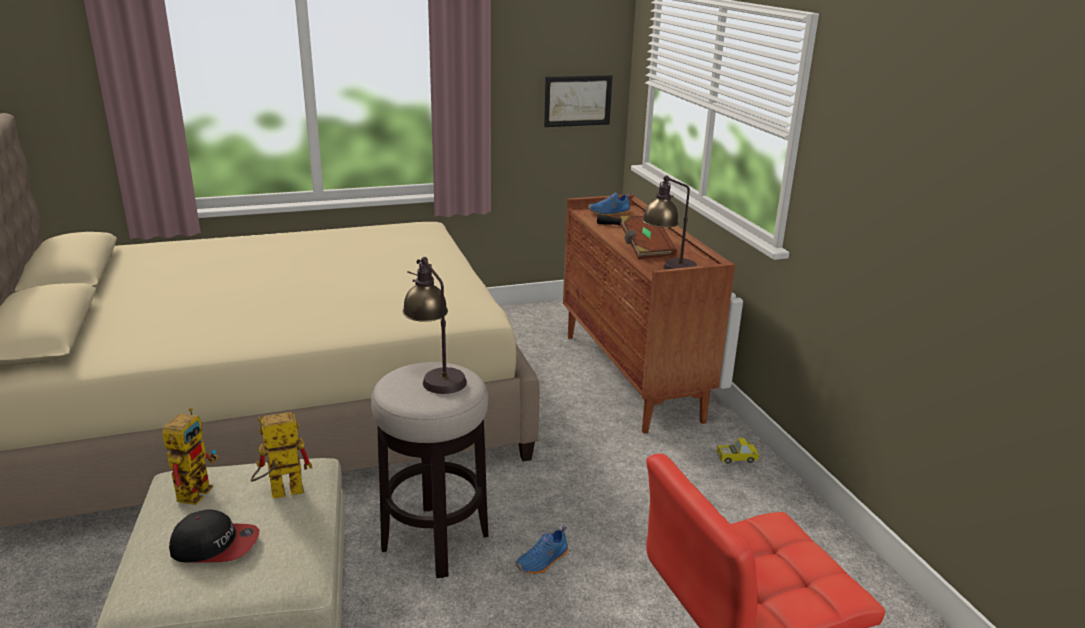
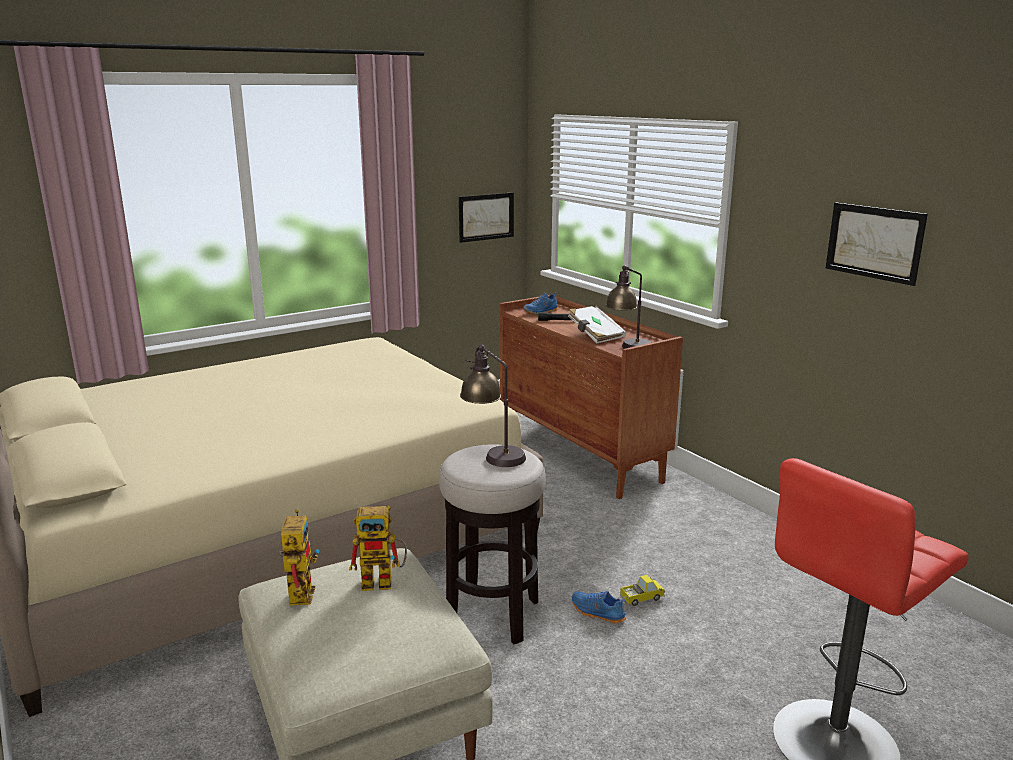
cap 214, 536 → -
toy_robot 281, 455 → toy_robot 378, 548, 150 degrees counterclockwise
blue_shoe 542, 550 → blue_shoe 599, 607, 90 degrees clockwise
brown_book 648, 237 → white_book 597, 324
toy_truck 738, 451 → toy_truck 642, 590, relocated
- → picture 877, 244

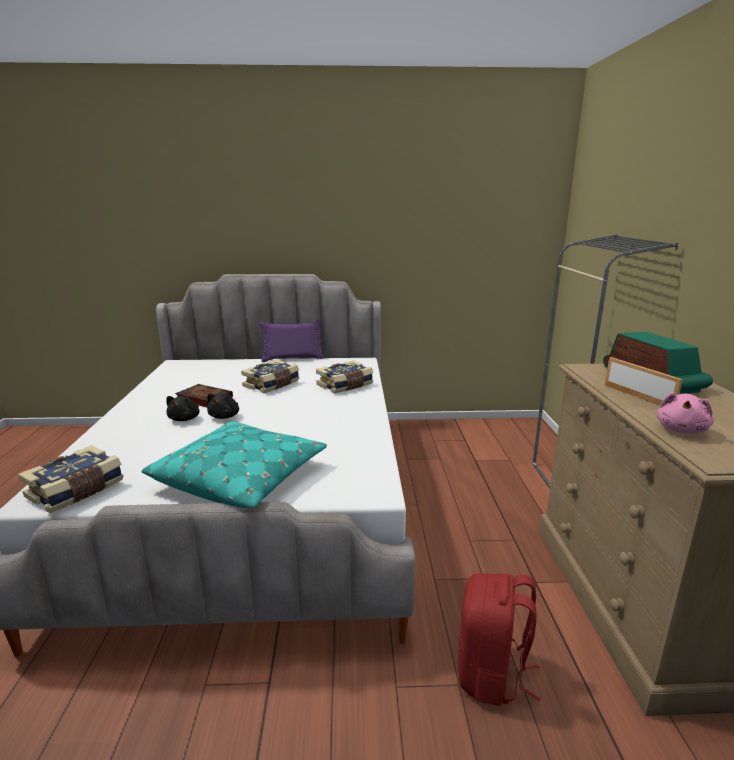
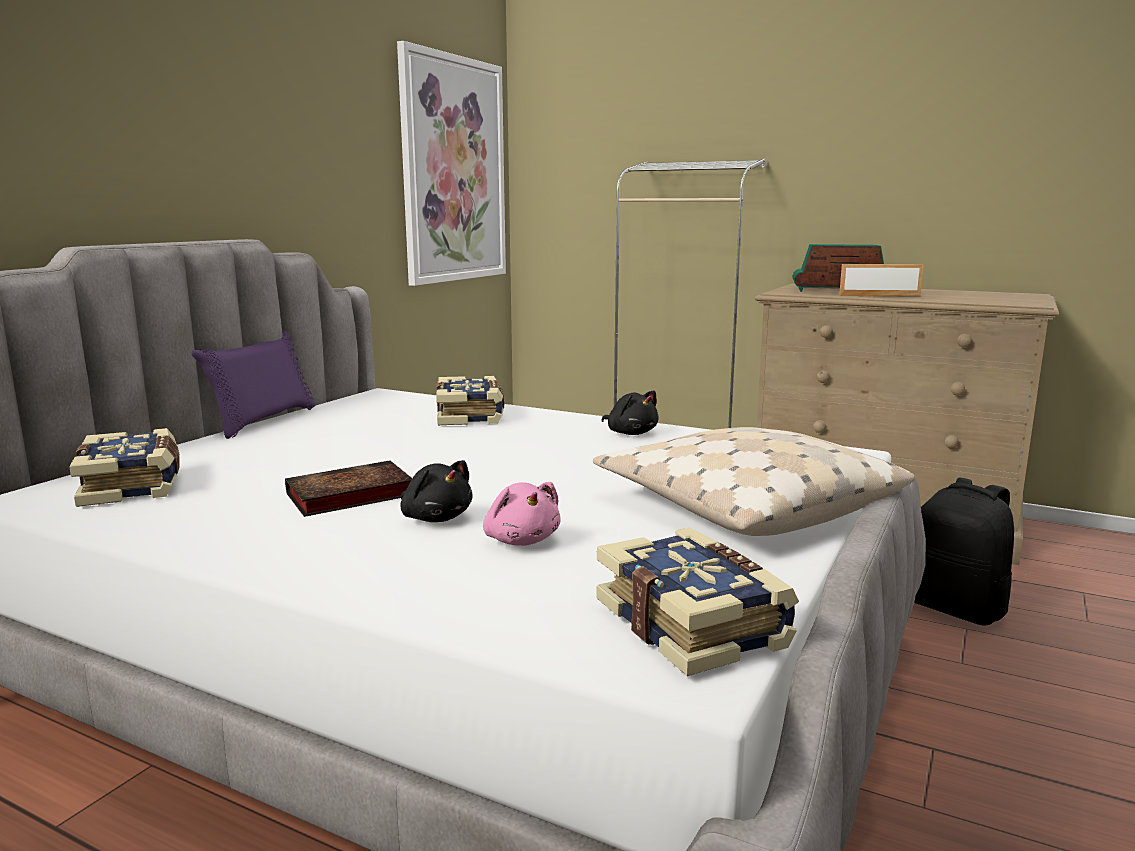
turquoise_pillow 234, 464 → beige_pillow 754, 481
black_plush_toy 223, 406 → black_plush_toy 630, 413, relocated
book 270, 376 → book 124, 467, relocated
red_backpack 499, 639 → black_backpack 964, 552
pink_plush_toy 685, 413 → pink_plush_toy 521, 514, relocated
- → picture 451, 163

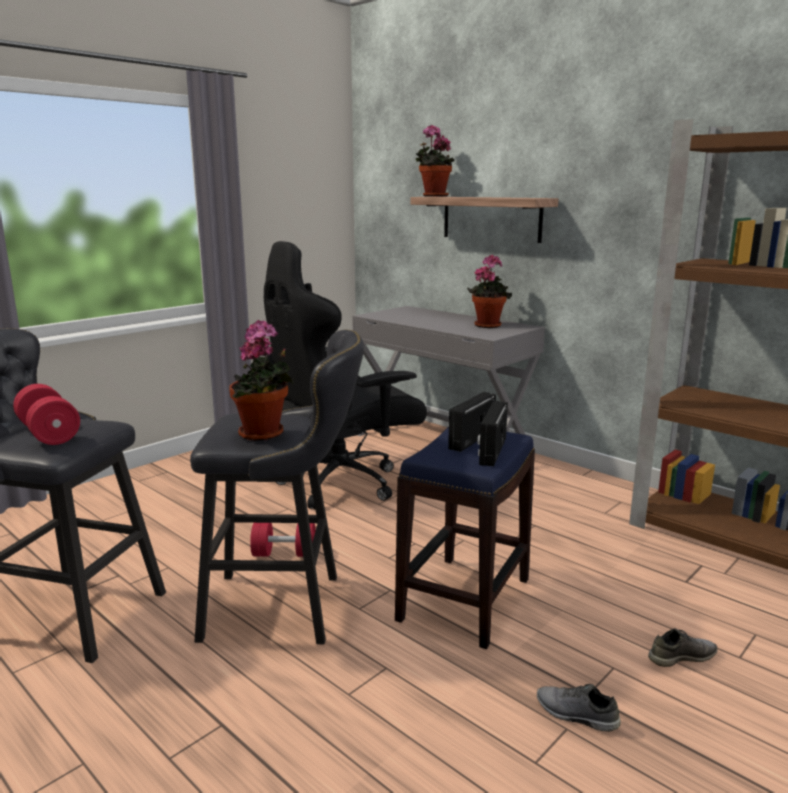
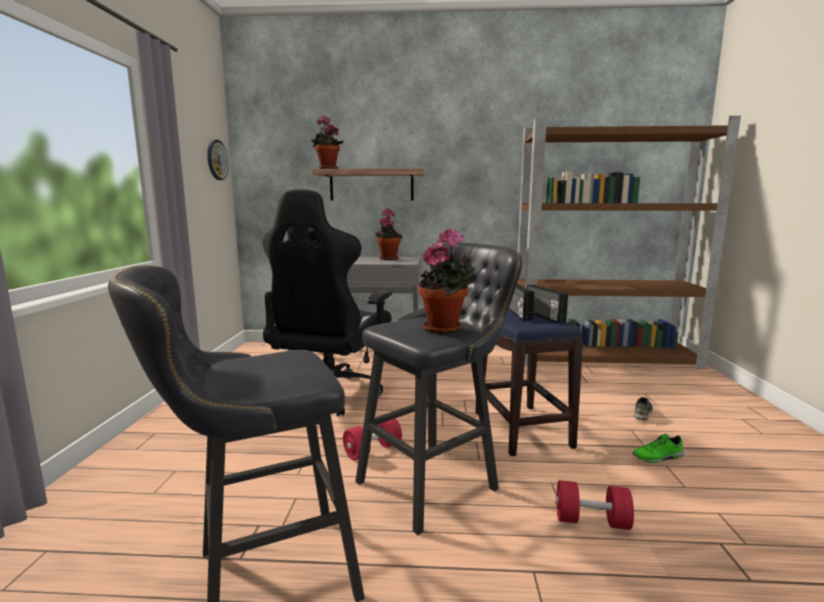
red_dumbbell 46, 414 → red_dumbbell 594, 505, relocated
grey_shoe 579, 708 → green_shoe 658, 448
- → wall_clock 218, 160

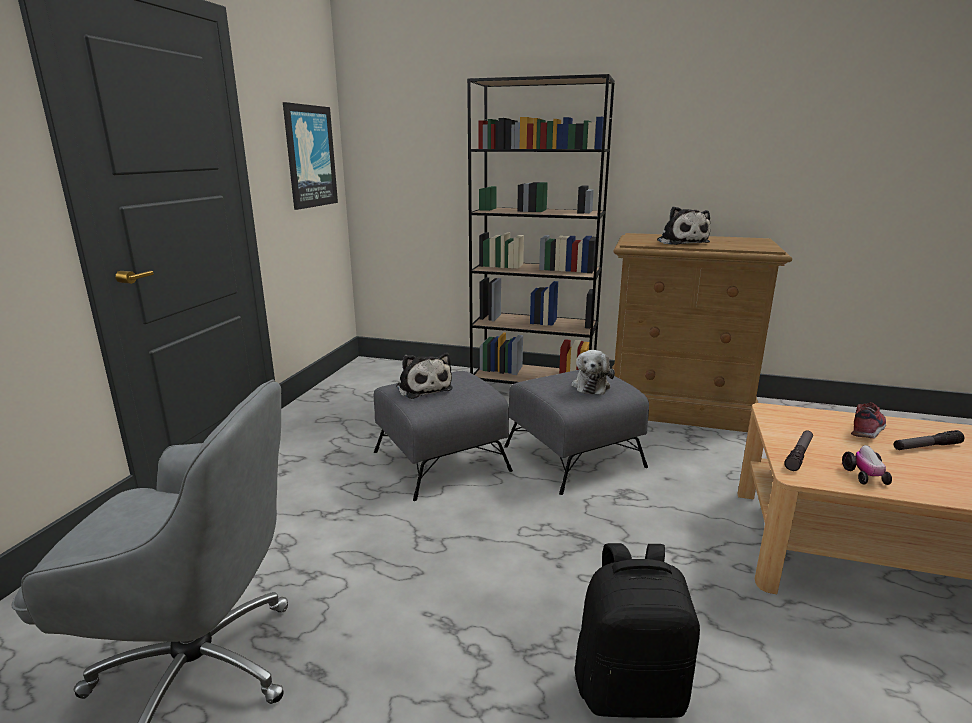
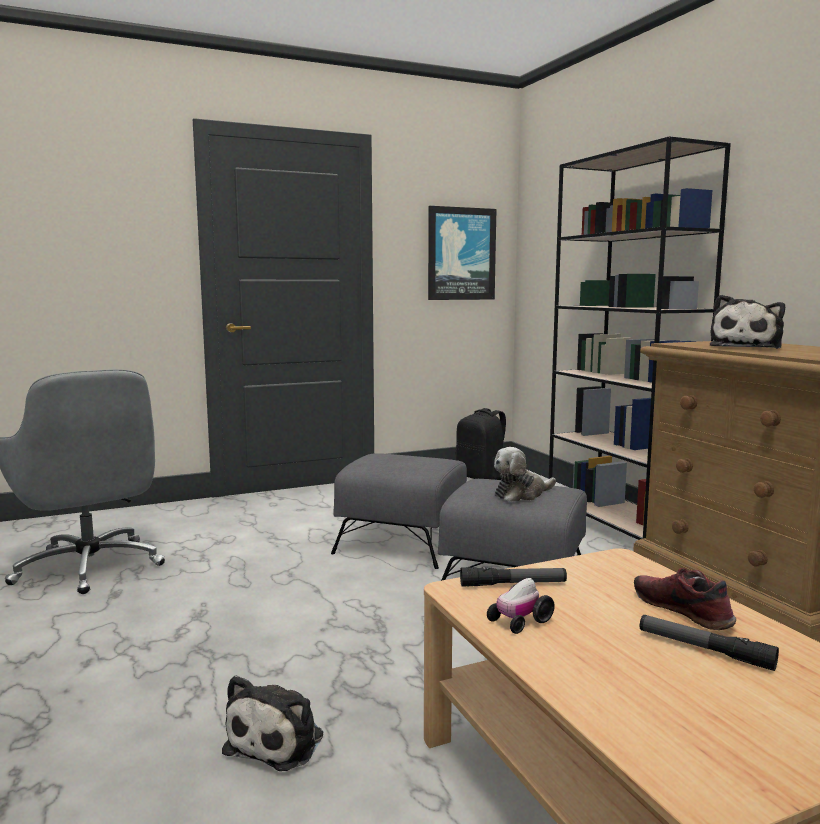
plush_toy 424, 376 → plush_toy 272, 723, relocated
black_backpack 637, 630 → black_backpack 481, 444, relocated
shoe 868, 420 → shoe 685, 599, 120 degrees counterclockwise

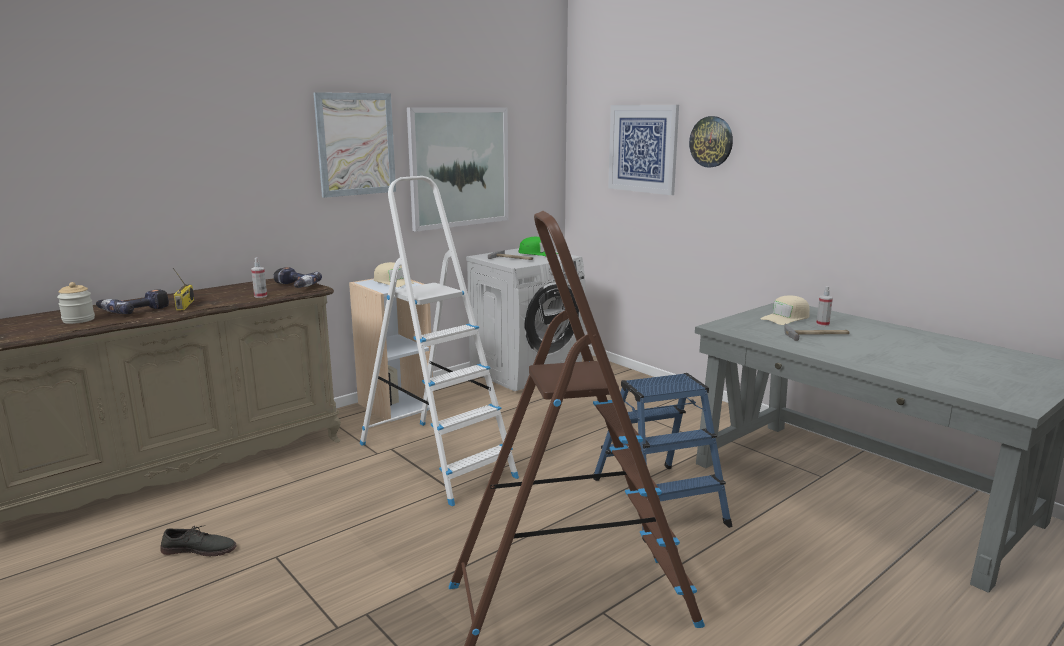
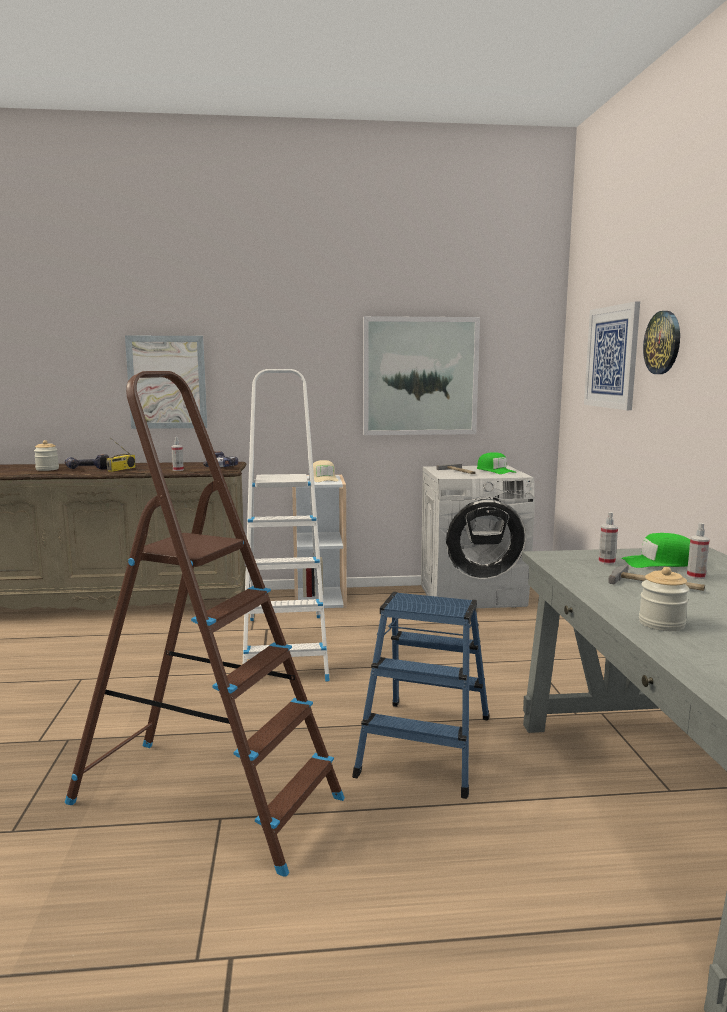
grey_shoe 198, 540 → -
picture 354, 145 → picture 166, 382, relocated
beige_cap 785, 310 → green_cap 655, 550
- → spray_bottle 608, 538
- → jar 664, 599

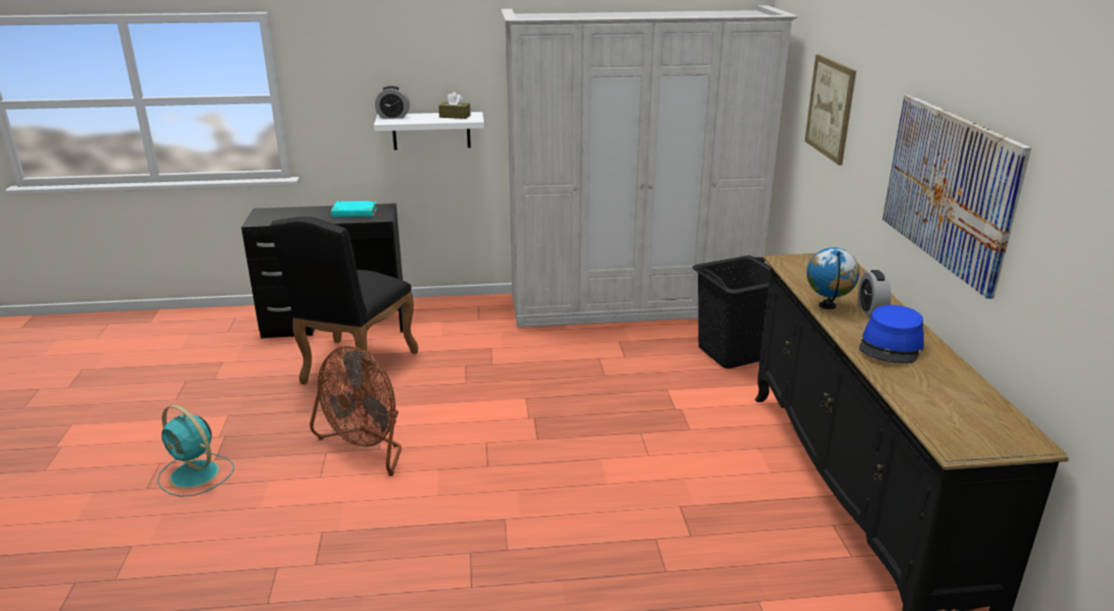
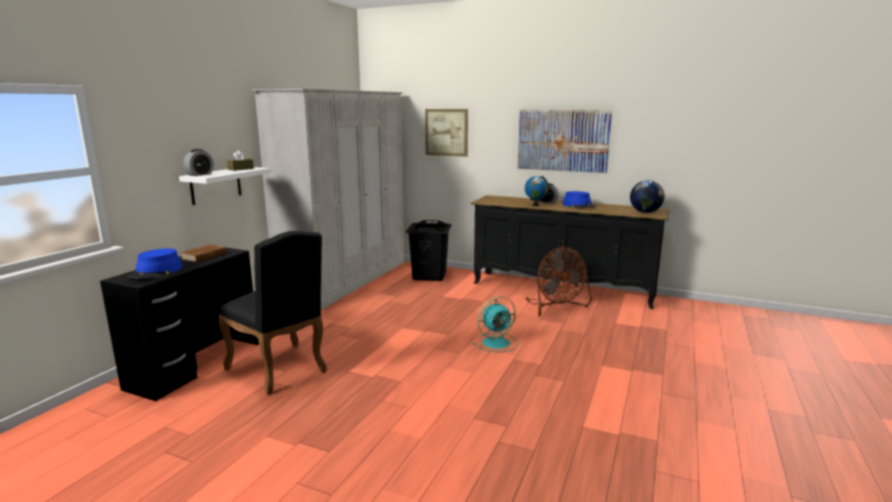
turquoise_fan 195, 451 → turquoise_fan 495, 324, relocated
brown_fan 356, 411 → brown_fan 558, 281, relocated
turquoise_book 356, 209 → brown_book 204, 253
- → blue_hat 154, 263
- → globe 647, 196

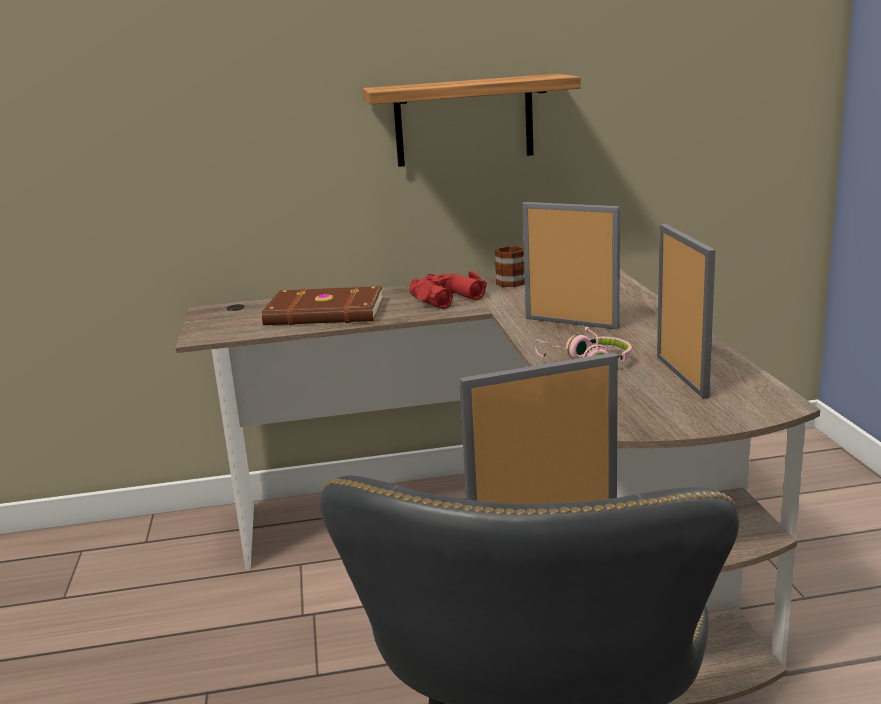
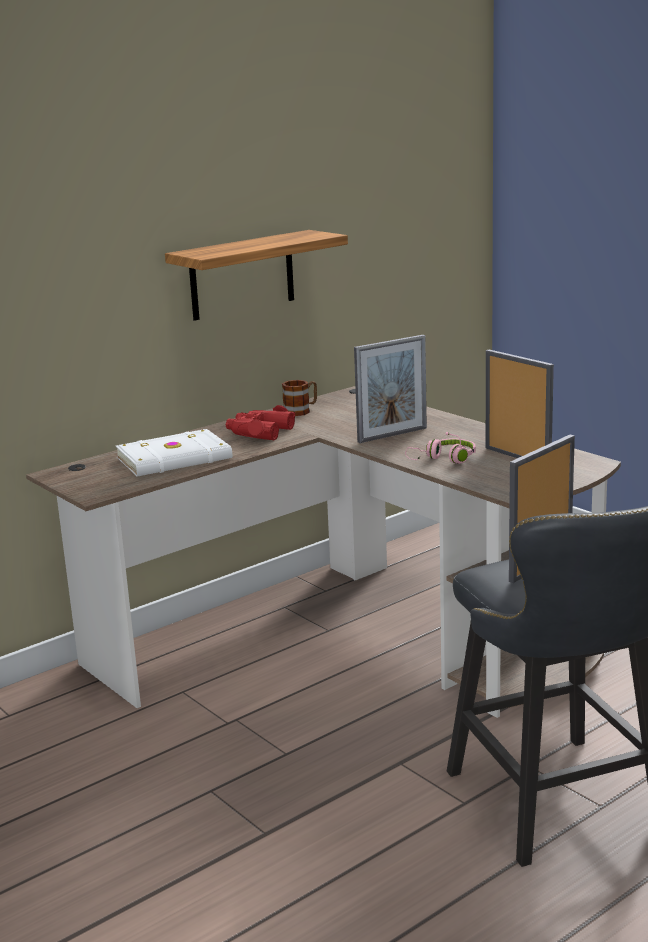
brown_book 322, 305 → white_book 174, 452
picture_frame 571, 266 → picture_frame 390, 389, 150 degrees clockwise

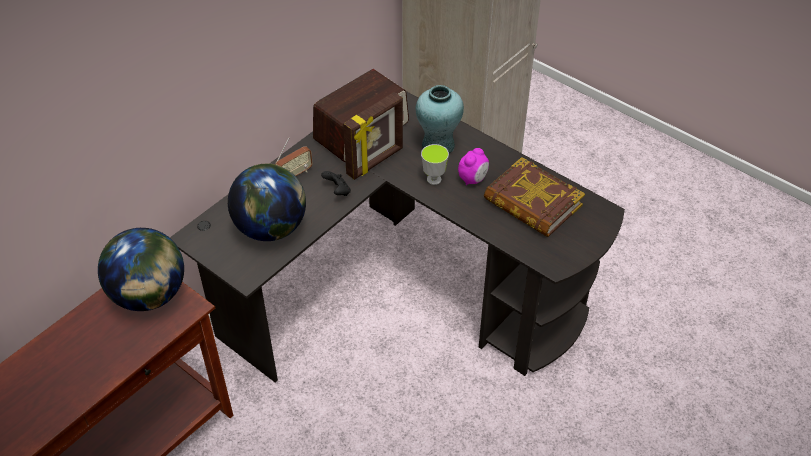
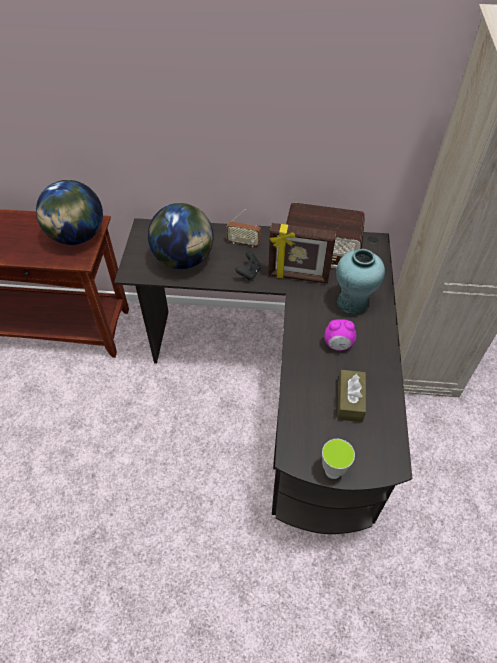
cup 435, 164 → cup 338, 459, relocated
book 534, 197 → brown_tissue_box 351, 396

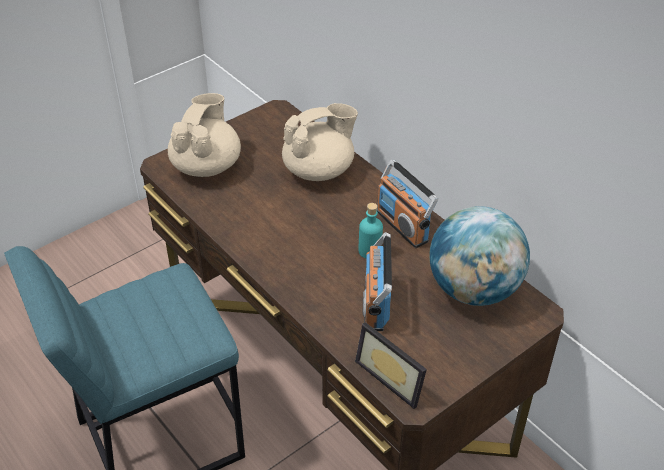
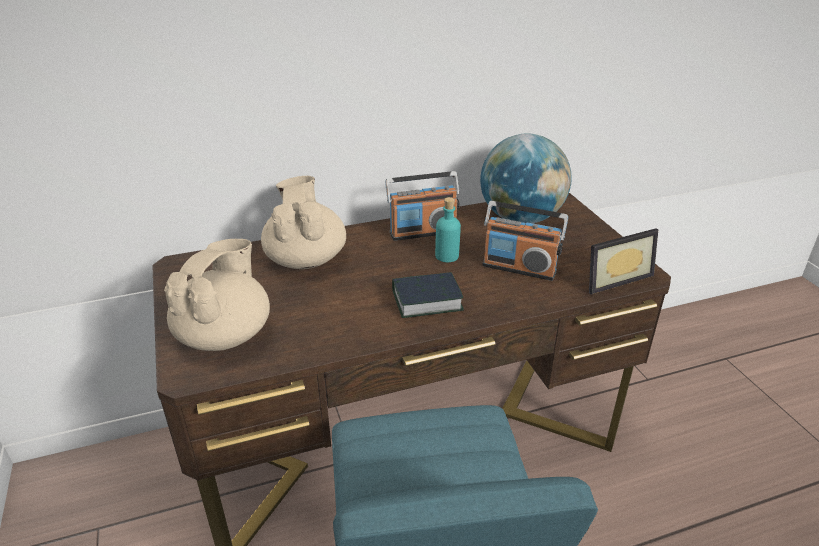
beige_teapot 204, 135 → beige_teapot 217, 295, 75 degrees clockwise
- → book 428, 295

